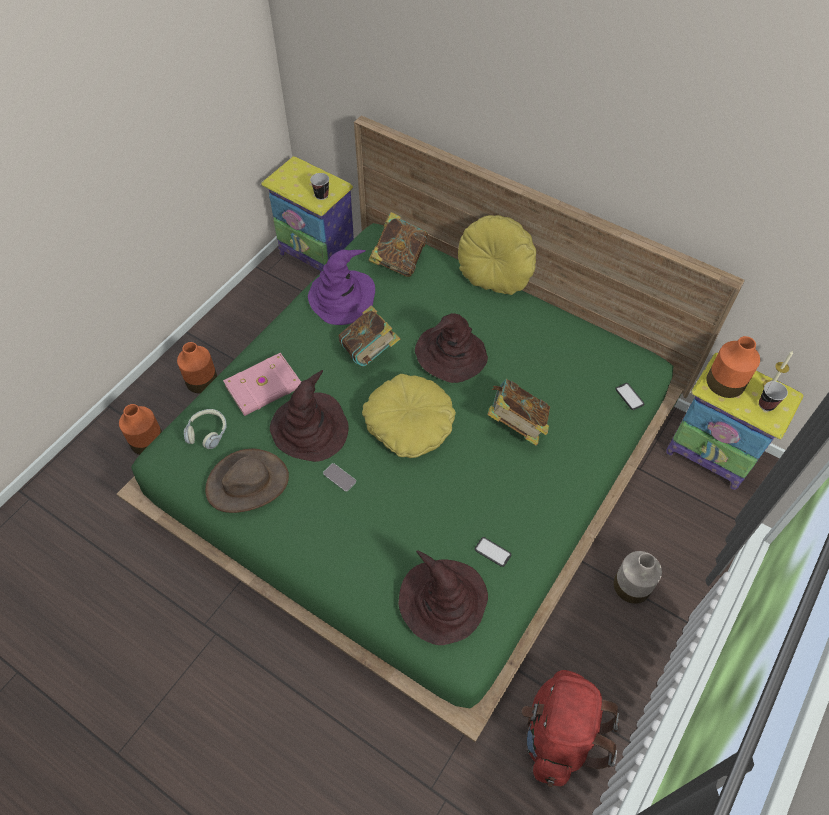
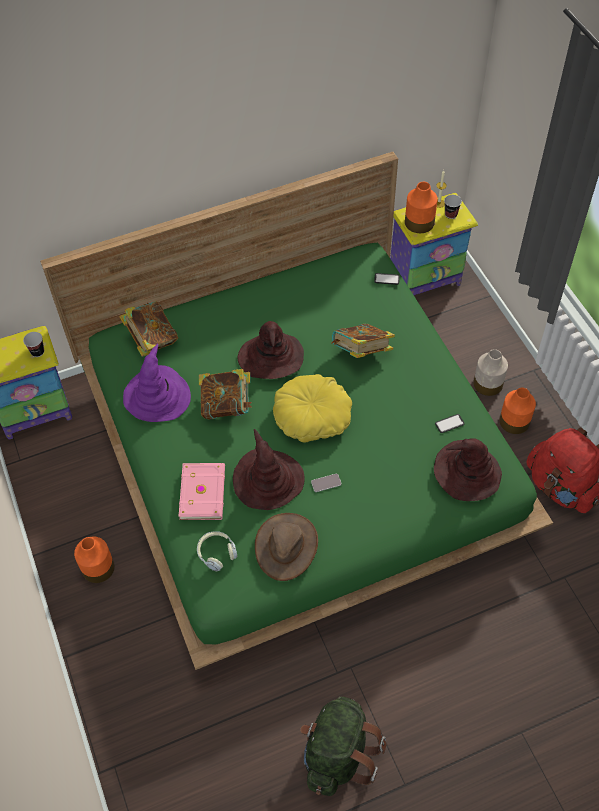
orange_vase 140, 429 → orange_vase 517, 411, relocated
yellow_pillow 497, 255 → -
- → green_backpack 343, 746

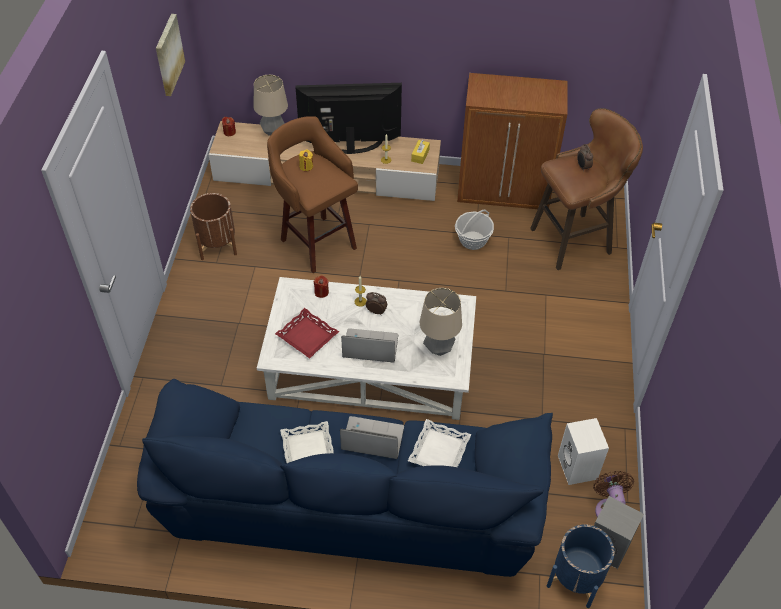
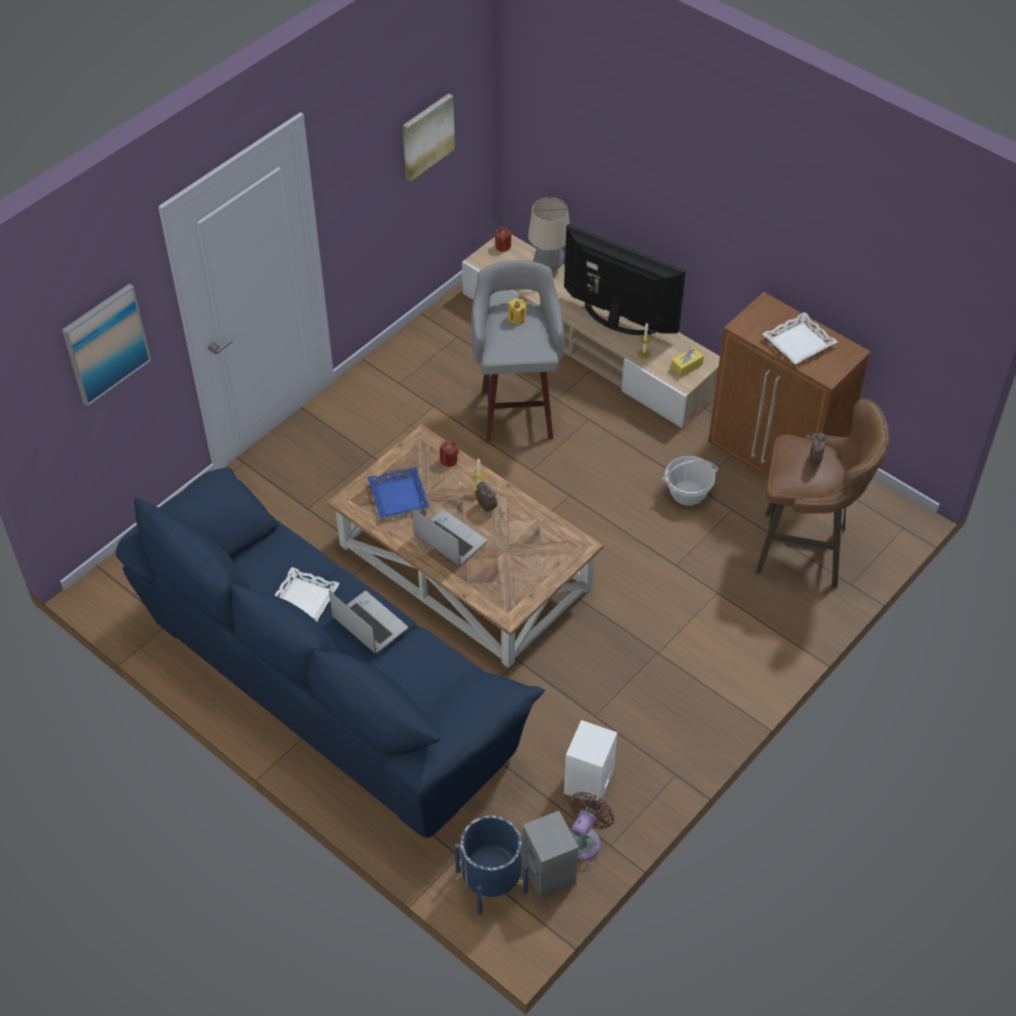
brown_planter 213, 226 → -
white_coffee_table 366, 348 → brown_coffee_table 465, 546
brown_stool 312, 194 → grey_stool 517, 351
red_tray 307, 333 → blue_tray 398, 492
white_tray 439, 443 → white_tray 800, 338, relocated
table_lamp 441, 322 → -
- → picture 106, 345

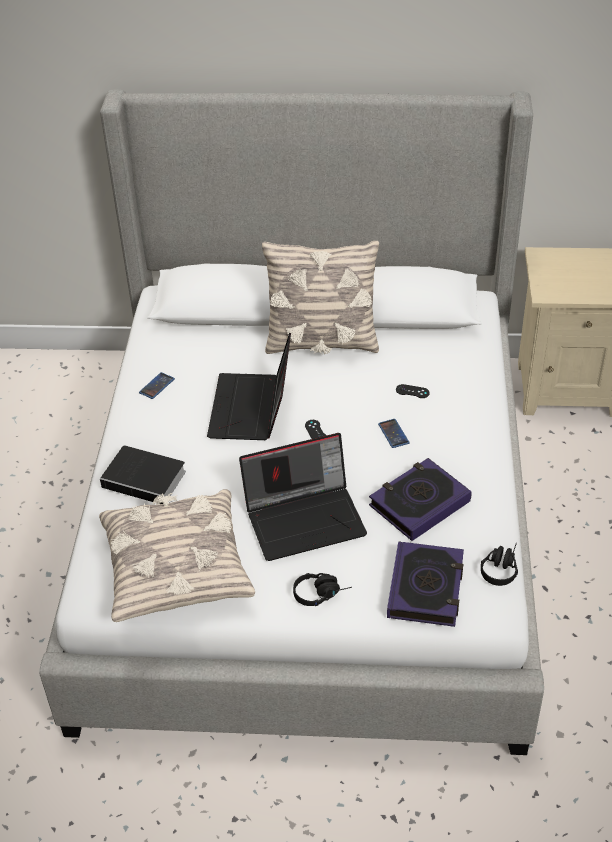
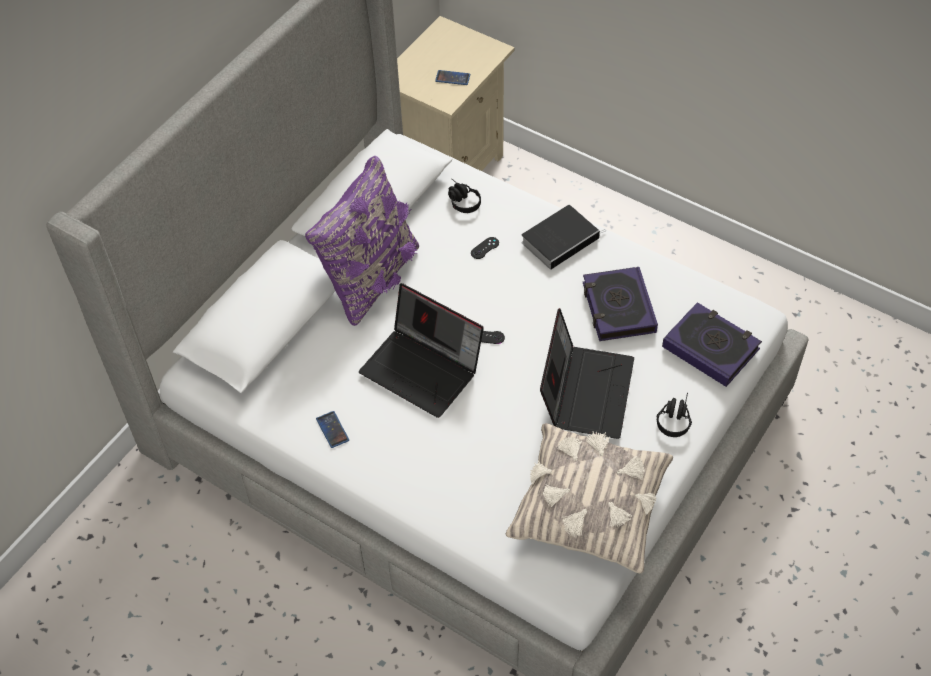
book 143, 474 → book 563, 237, relocated
beige_pillow 320, 297 → purple_pillow 362, 241
phone 394, 433 → phone 452, 77, relocated
black_headphones 499, 564 → black_headphones 464, 195, relocated

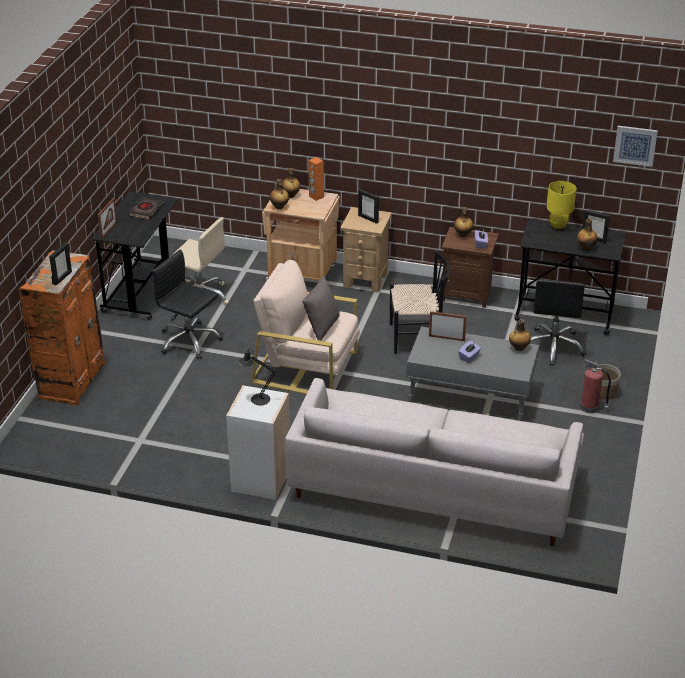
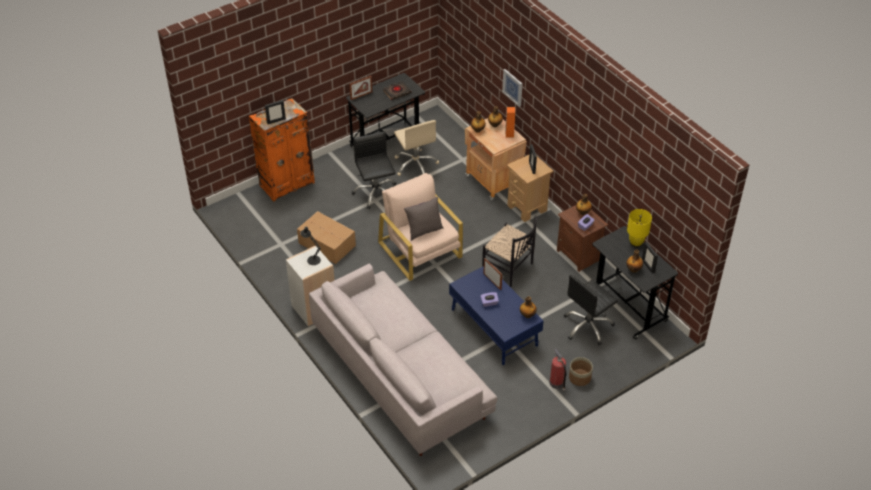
grey_coffee_table 472, 373 → blue_coffee_table 496, 315
picture 635, 146 → picture 512, 88, relocated
- → cardboard_box 326, 237

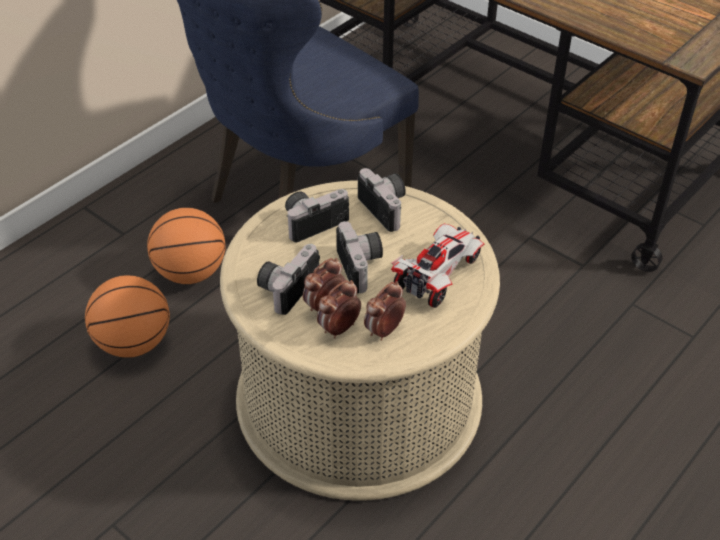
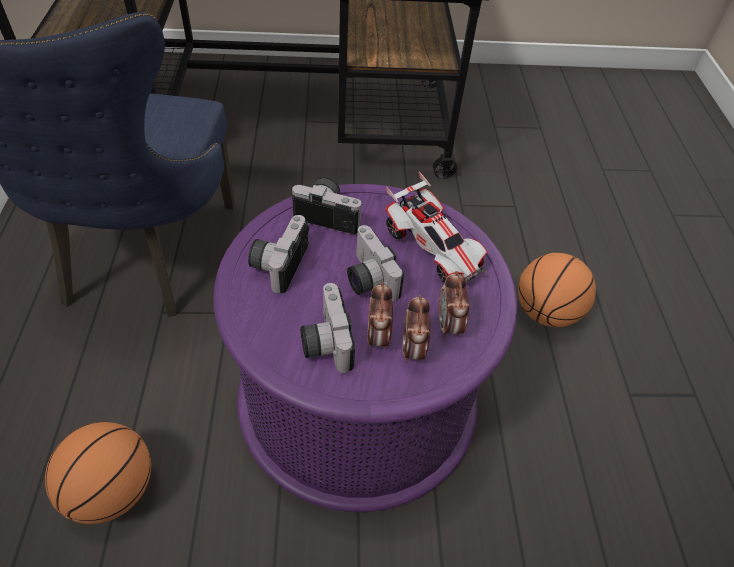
basketball 186, 246 → basketball 557, 290, relocated
beige_coffee_table 360, 340 → purple_coffee_table 365, 348
photo_camera 359, 257 → photo_camera 375, 263, 150 degrees counterclockwise
toy_car 437, 266 → toy_car 436, 227, 150 degrees clockwise

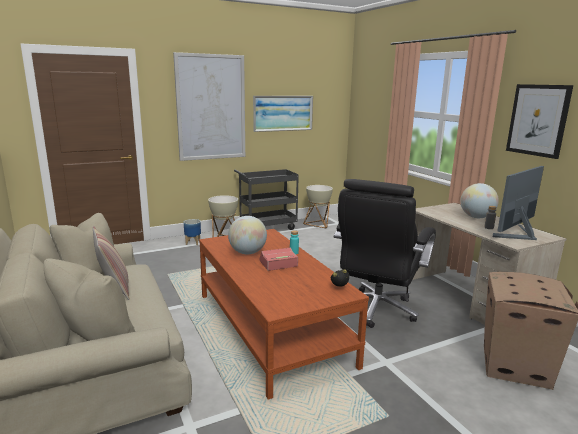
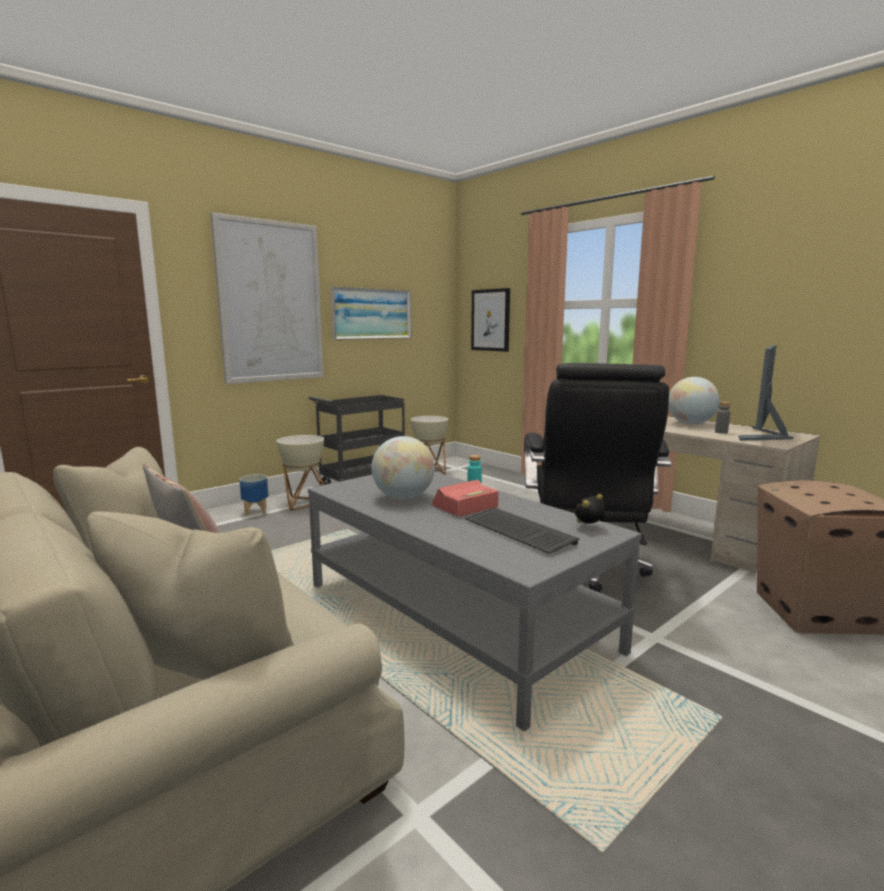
brown_coffee_table 284, 314 → grey_coffee_table 474, 601
picture 540, 121 → picture 490, 320, relocated
- → keyboard 522, 531

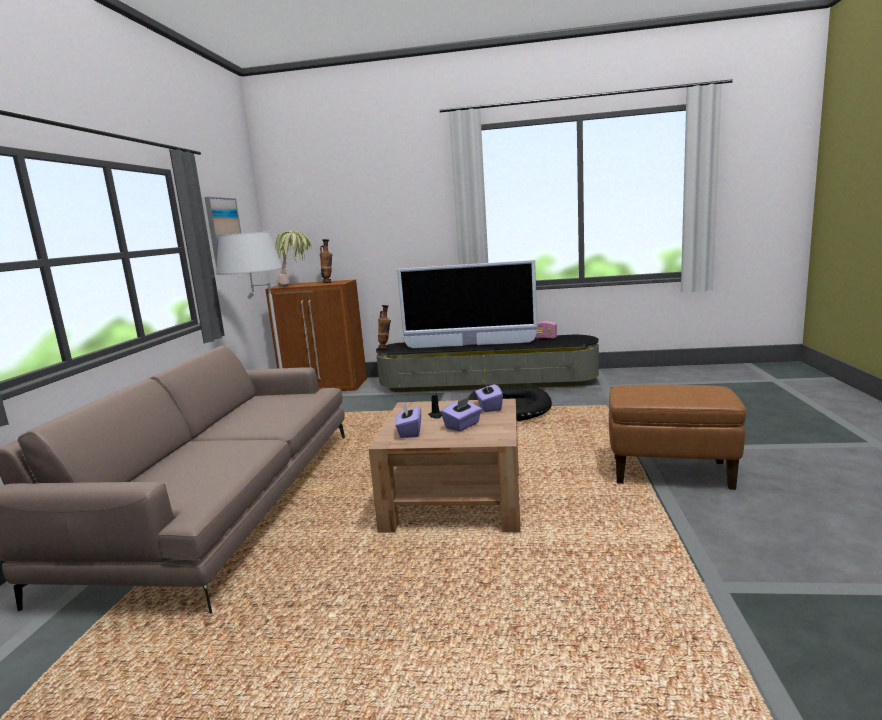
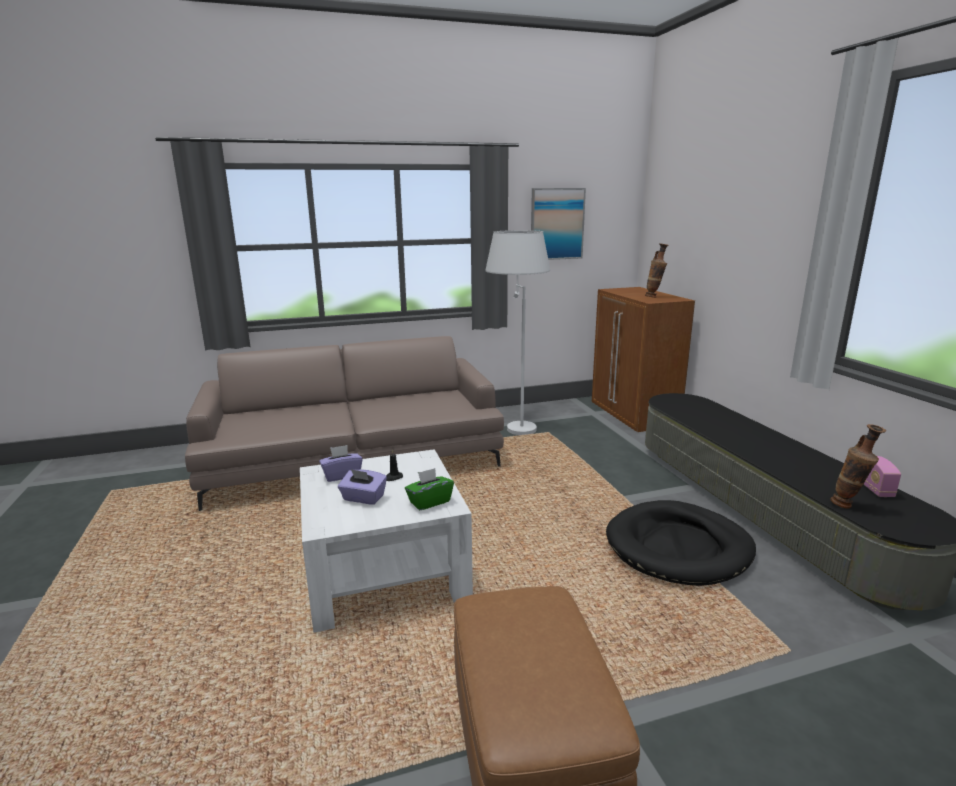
potted_plant 293, 258 → -
brown_coffee_table 444, 466 → white_coffee_table 386, 541
vase 384, 327 → vase 858, 466, relocated
television 467, 304 → -
purple_tissue_box 489, 396 → green_tissue_box 429, 489

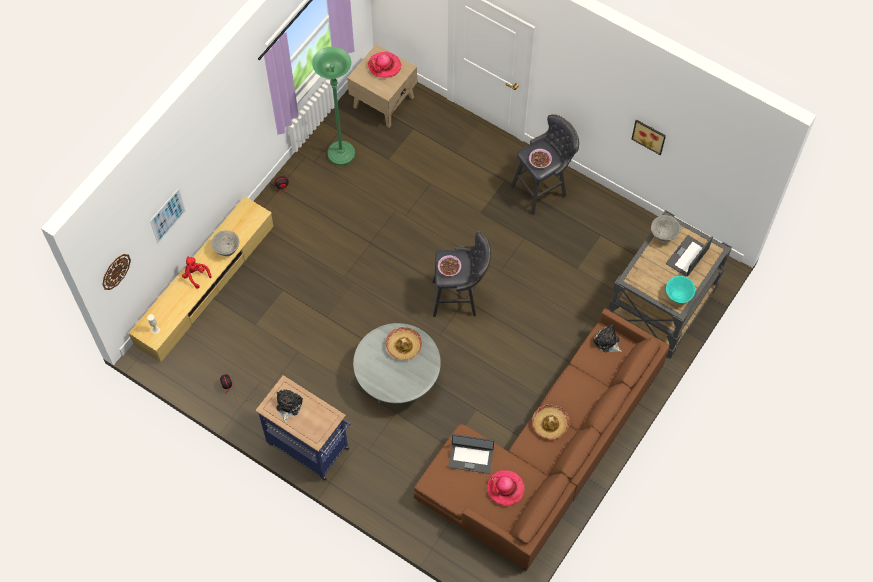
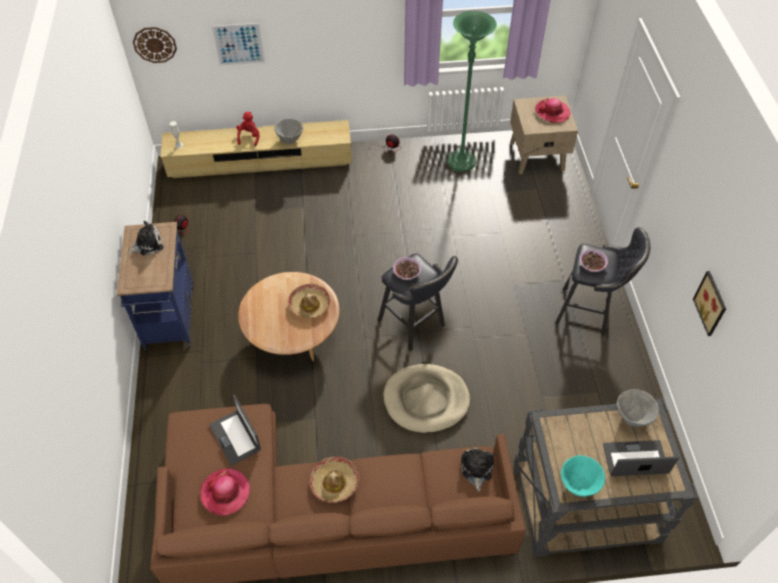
grey_coffee_table 397, 363 → brown_coffee_table 288, 316
- → beige_dog_bed 426, 398

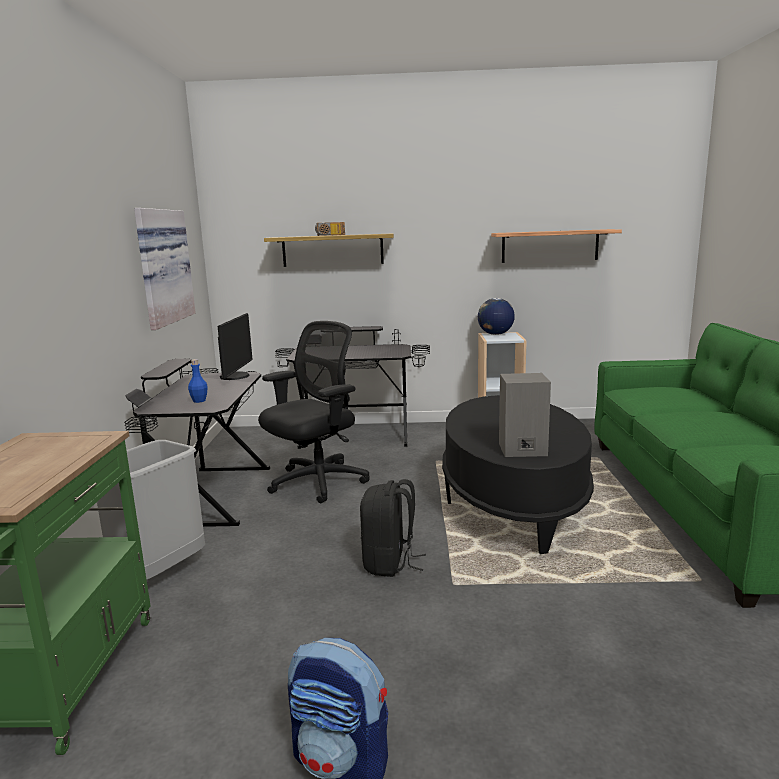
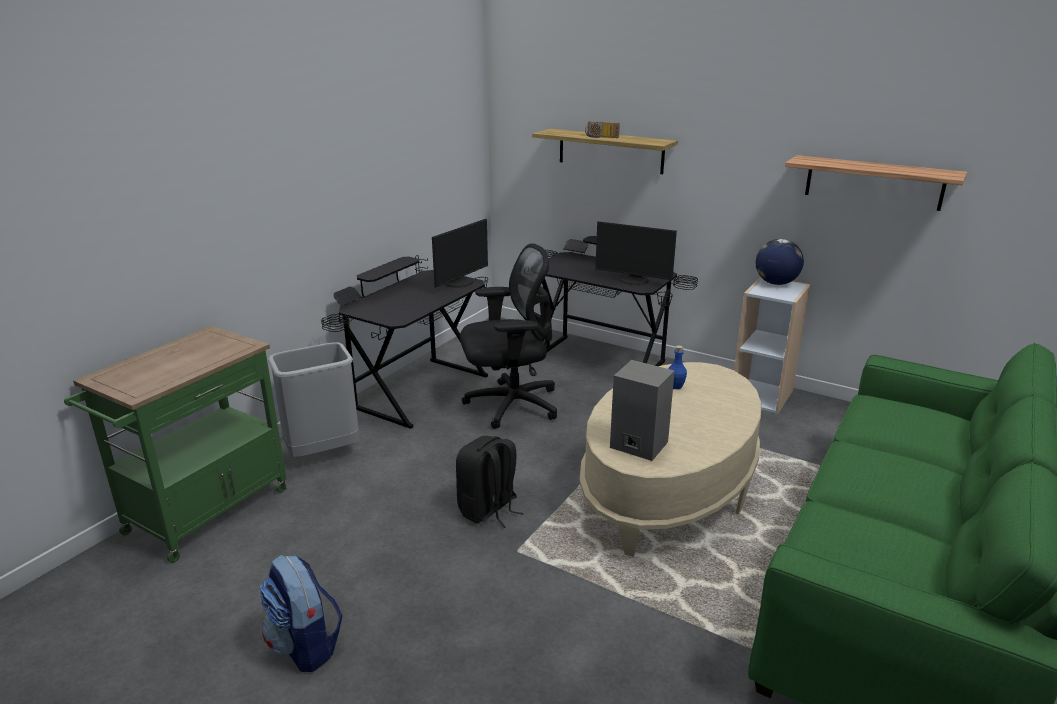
picture 165, 269 → -
blue_bottle 198, 381 → blue_bottle 677, 367, relocated
black_coffee_table 518, 474 → beige_coffee_table 671, 459
- → monitor 636, 253

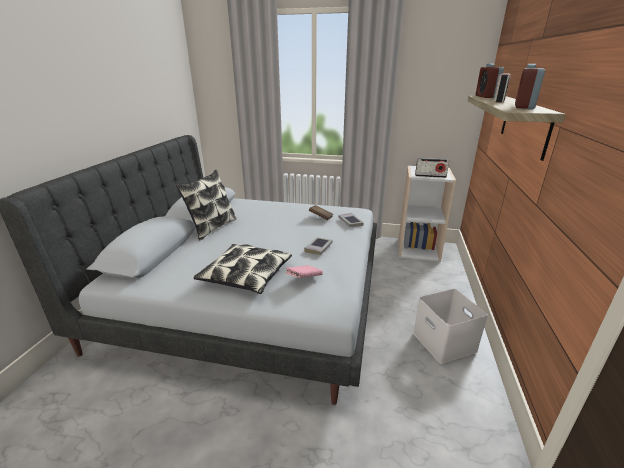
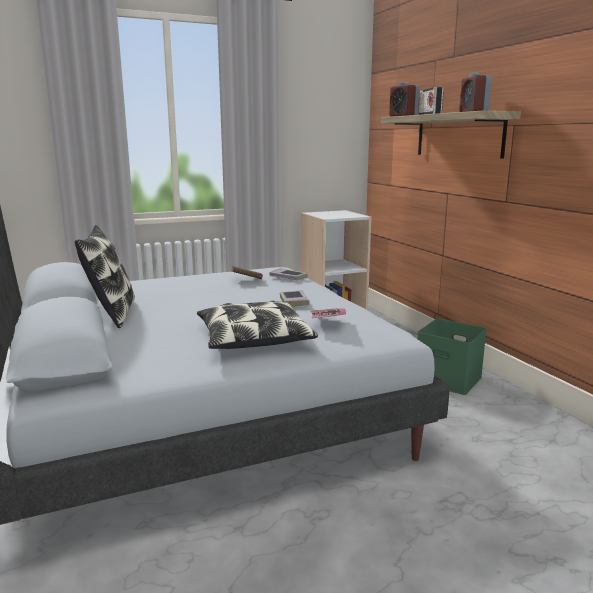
white_storage_box 450, 326 → green_storage_box 452, 356
radio 432, 168 → -

